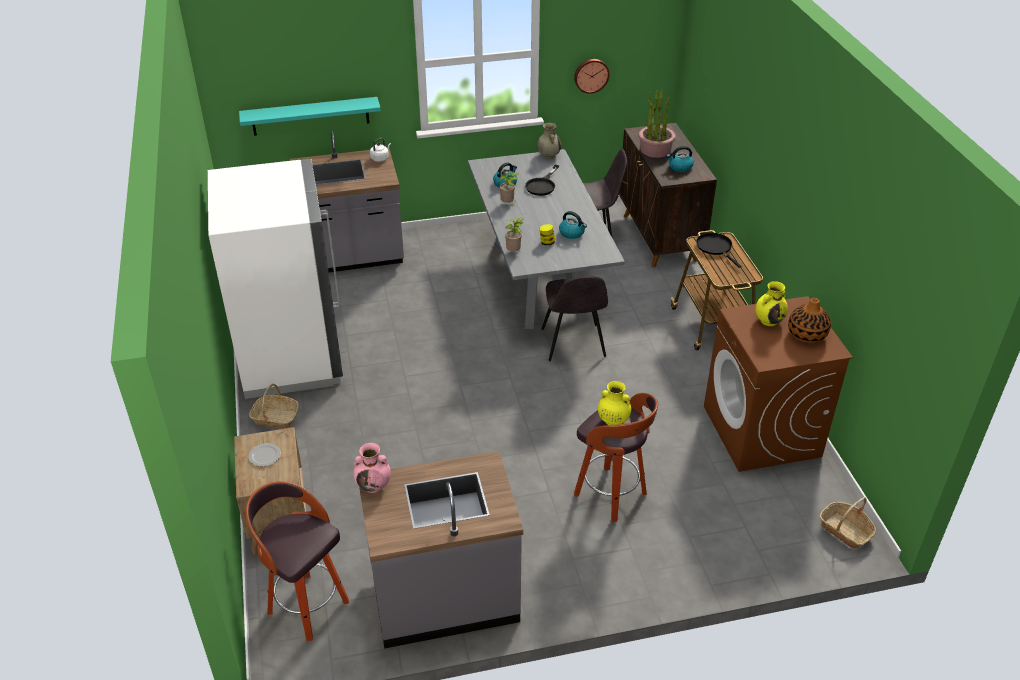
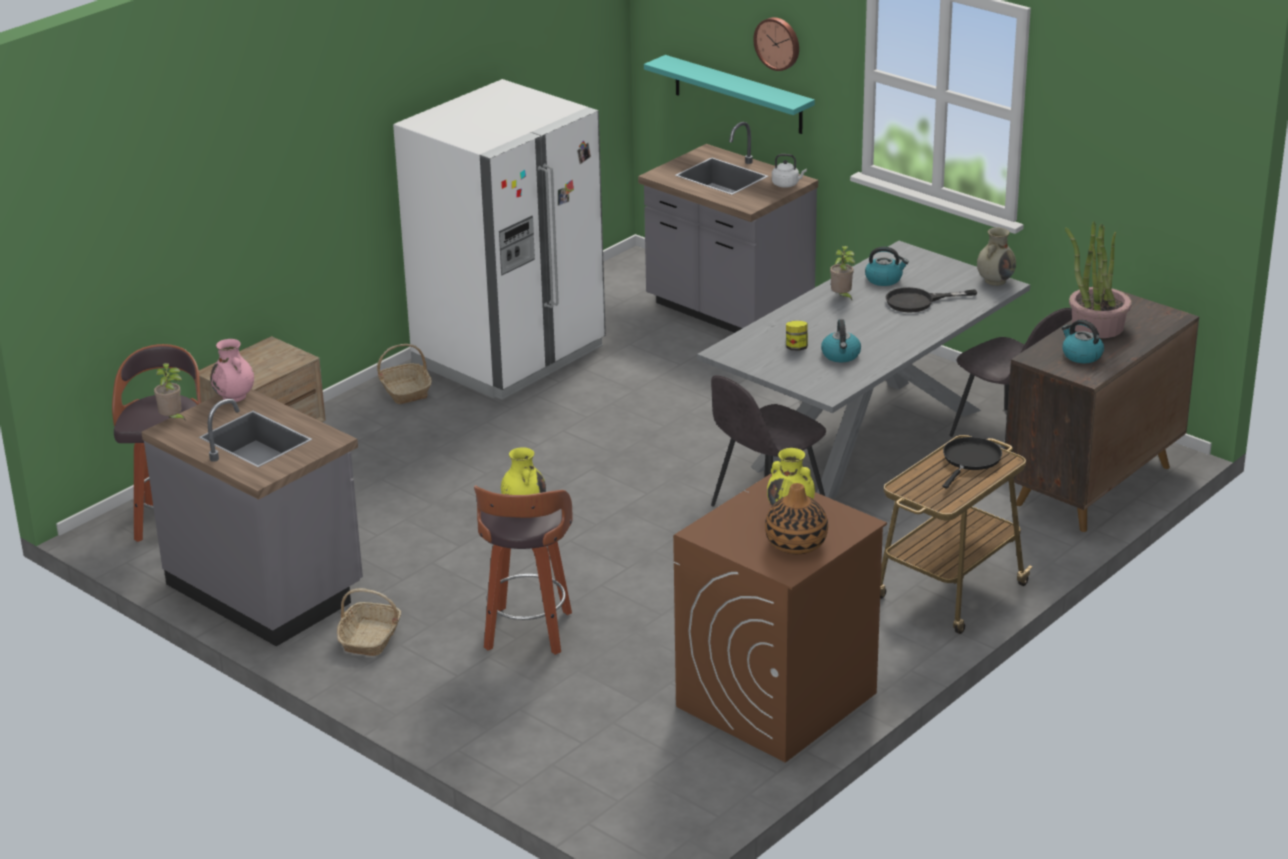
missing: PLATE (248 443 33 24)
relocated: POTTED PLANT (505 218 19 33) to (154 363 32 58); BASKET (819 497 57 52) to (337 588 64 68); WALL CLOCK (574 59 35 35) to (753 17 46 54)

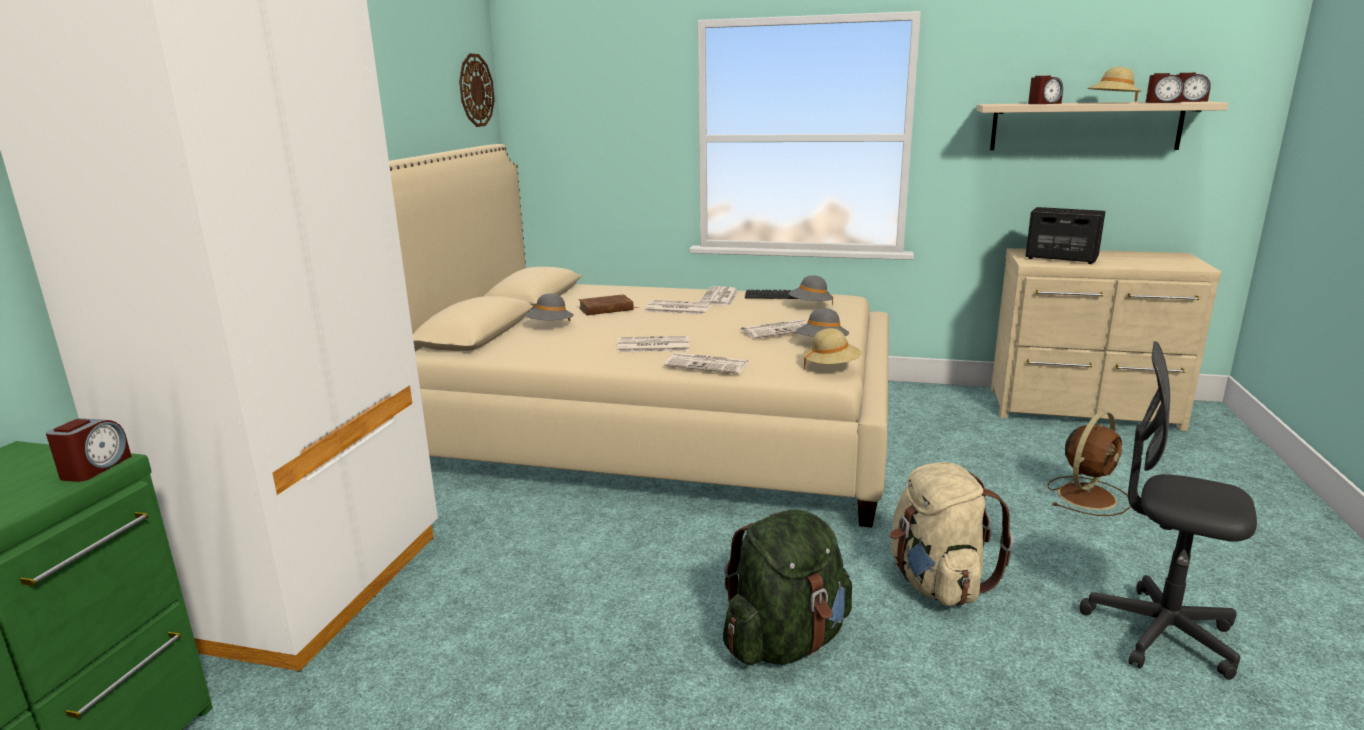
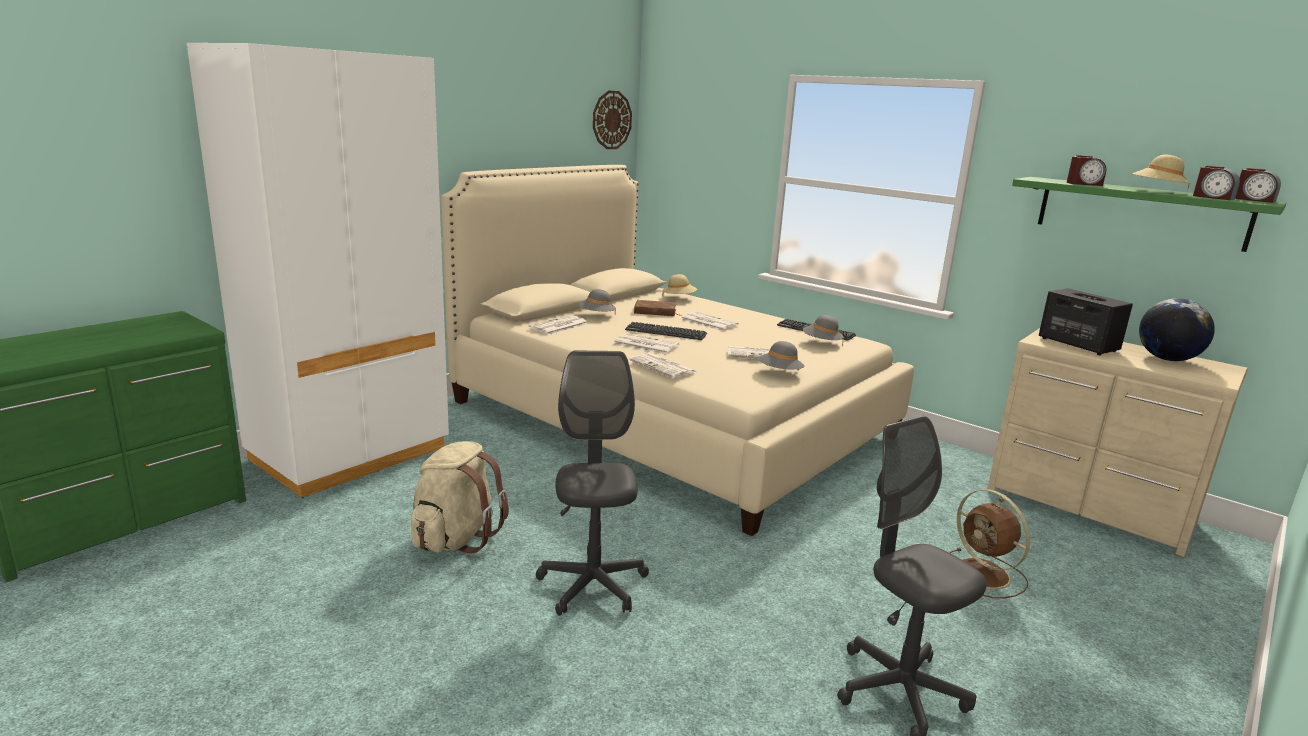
missing: ALARM CLOCK (46 419 86 63)
appeared: KEYBOARD (625 322 82 18); GLOBE (1139 298 76 63)
relocated: BEIGE BACKPACK (890 462 124 144) to (411 441 98 113); NEWSPAPER (700 286 39 20) to (528 315 60 20); BEIGE HAT (803 328 59 42) to (662 274 35 23)
exchanged: GREEN BACKPACK (723 509 129 156) to GREY OFFICE CHAIR (536 350 113 266)
colour: BEIGE SHELF (977 101 251 49) to GREEN SHELF (1012 177 274 75)
spun: BROWN FAN (1048 411 83 105) = (949 489 81 109) 75 degrees clockwise

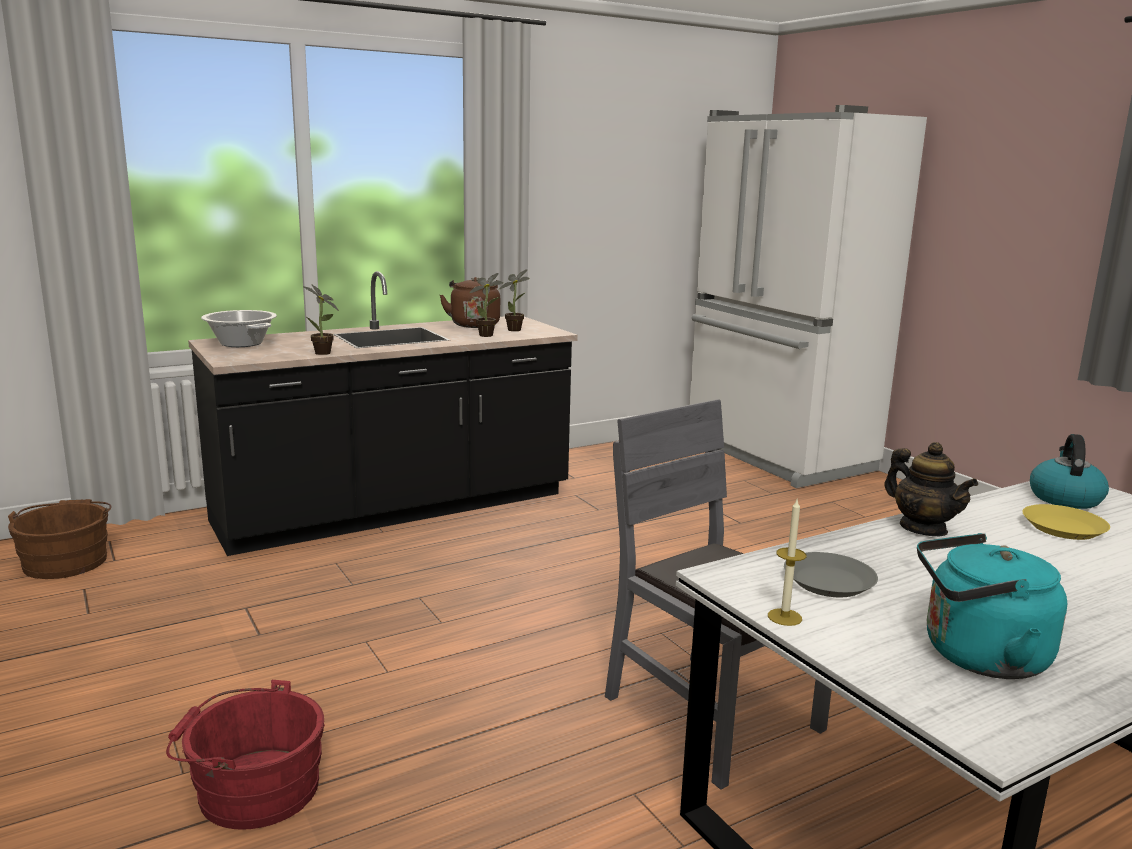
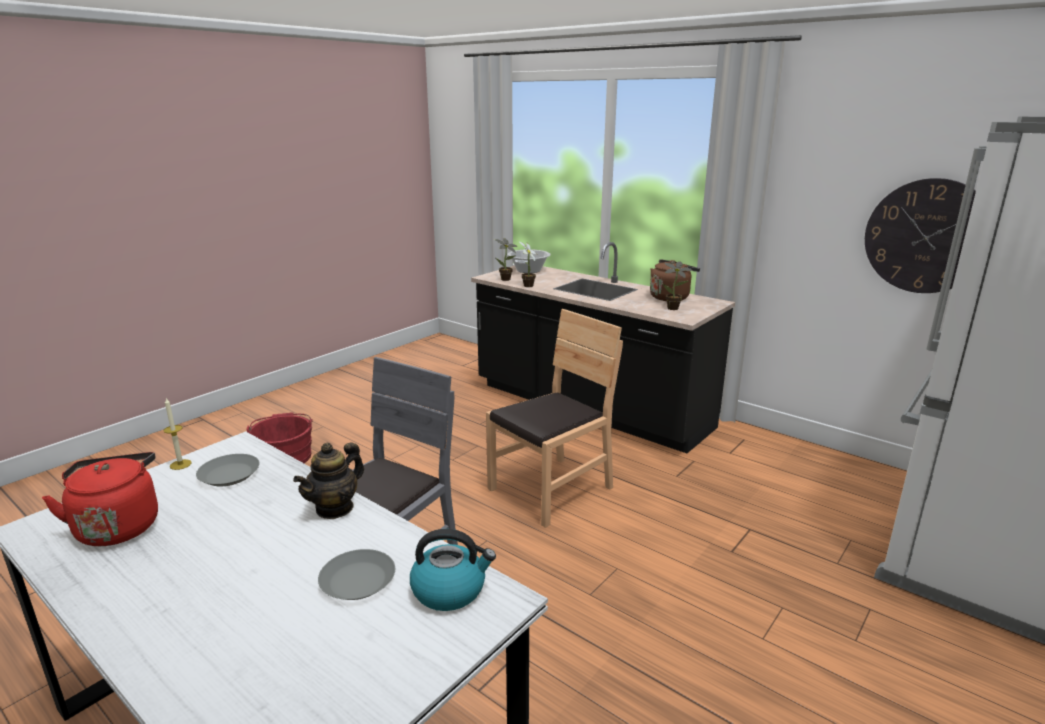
missing: BROWN BUCKET (8 499 103 80)
appeared: BROWN CHAIR (486 309 137 219); WALL CLOCK (865 178 111 115)
relocated: POTTED PLANT (469 273 34 64) to (494 238 23 43)
colour: TURQUOISE KETTLE (917 533 150 146) to RED KETTLE (42 452 116 94); YELLOW PLATE (1022 504 88 36) to GREY PLATE (318 549 77 51)

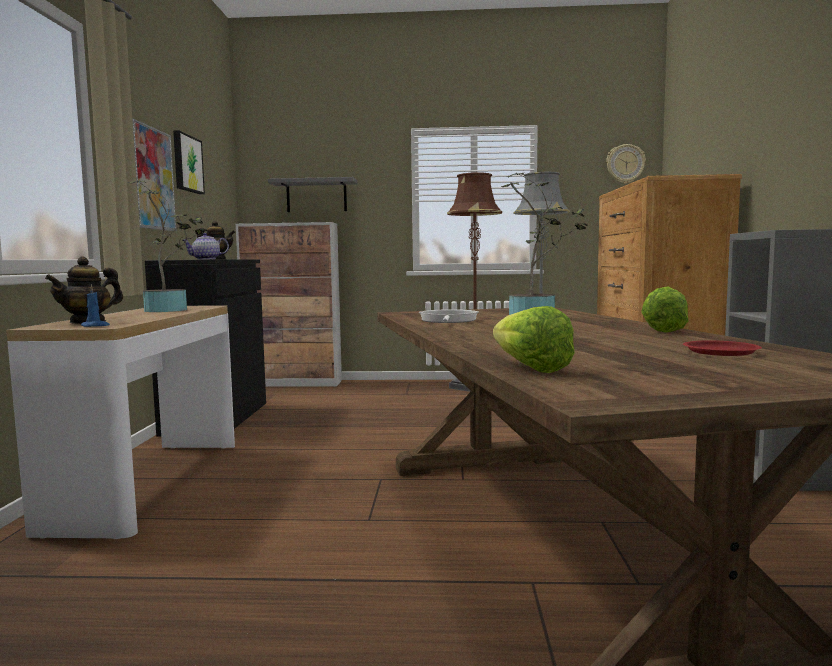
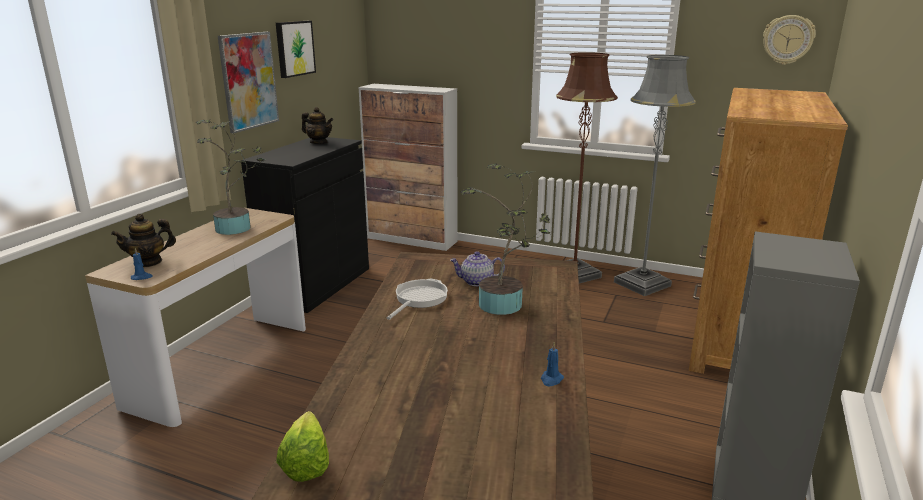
missing: GREY SHELF (268 177 89 35); RED PLATE (683 340 79 16)
relocated: TEAPOT (182 233 47 26) to (450 251 55 35)
exchanged: LETTUCE (641 287 47 46) to BLUE CANDLE (541 342 23 44)

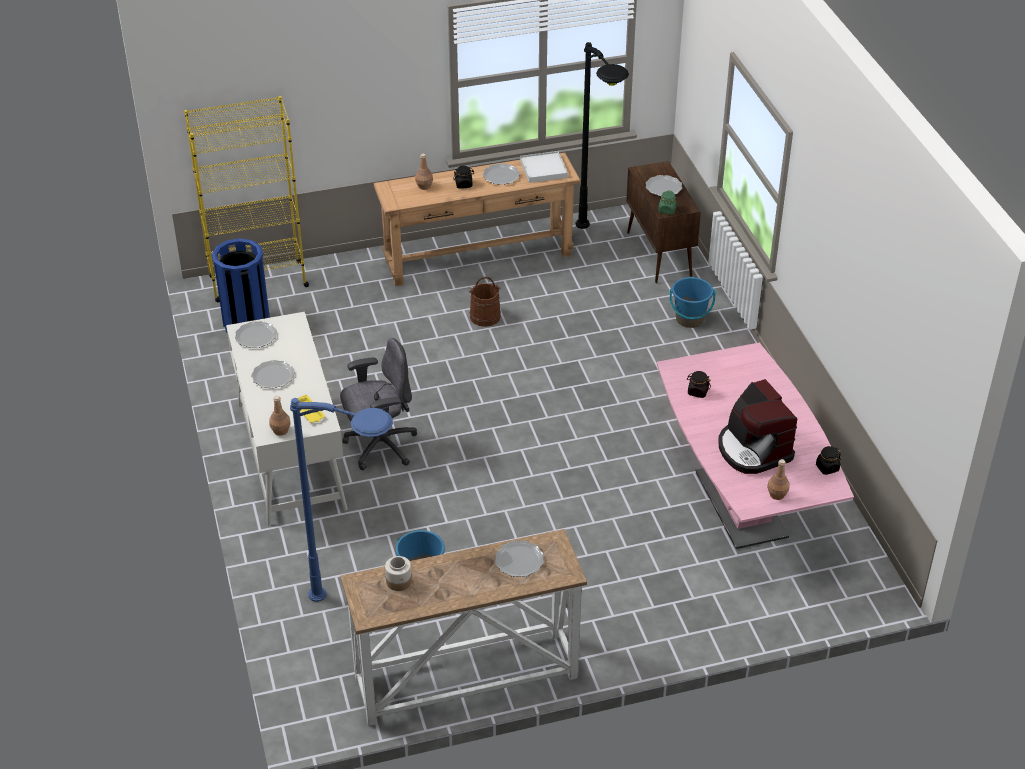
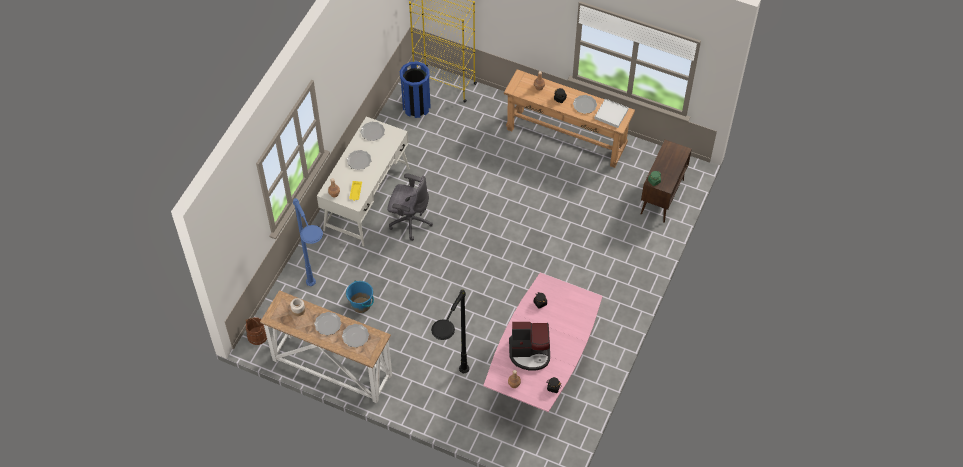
missing: BLUE BUCKET (670 277 45 51)
relocated: BROWN BUCKET (469 277 32 50) to (246 317 21 28); PLATE (646 175 36 21) to (314 312 27 23); BLACK FLOOR LAMP (576 42 53 187) to (431 290 38 83)
spun: COFFEE MACHINE (718 379 79 95) = (509 322 41 49) 105 degrees counterclockwise

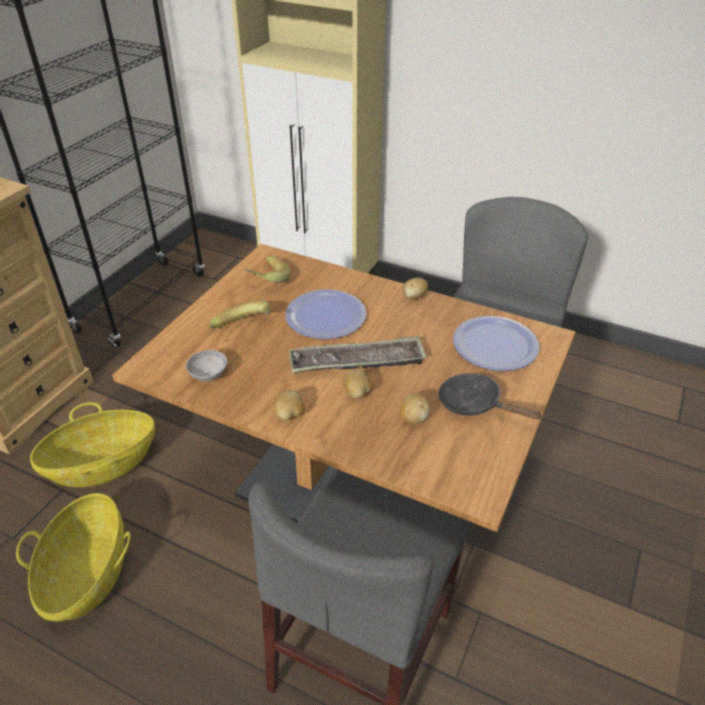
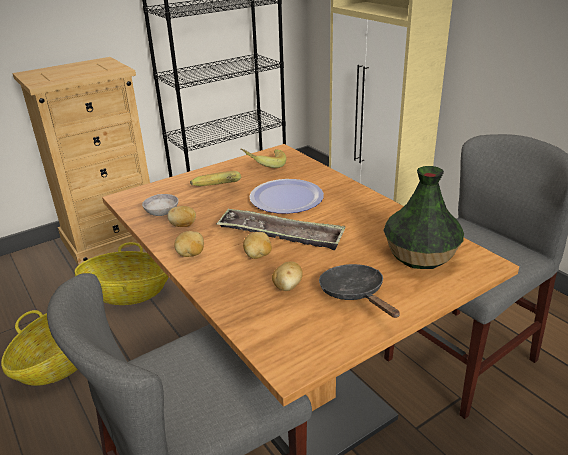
relocated: POTATO (403 278 25 21) to (168 206 28 21)
exchanged: PLATE (453 316 87 55) to VASE (383 166 81 103)

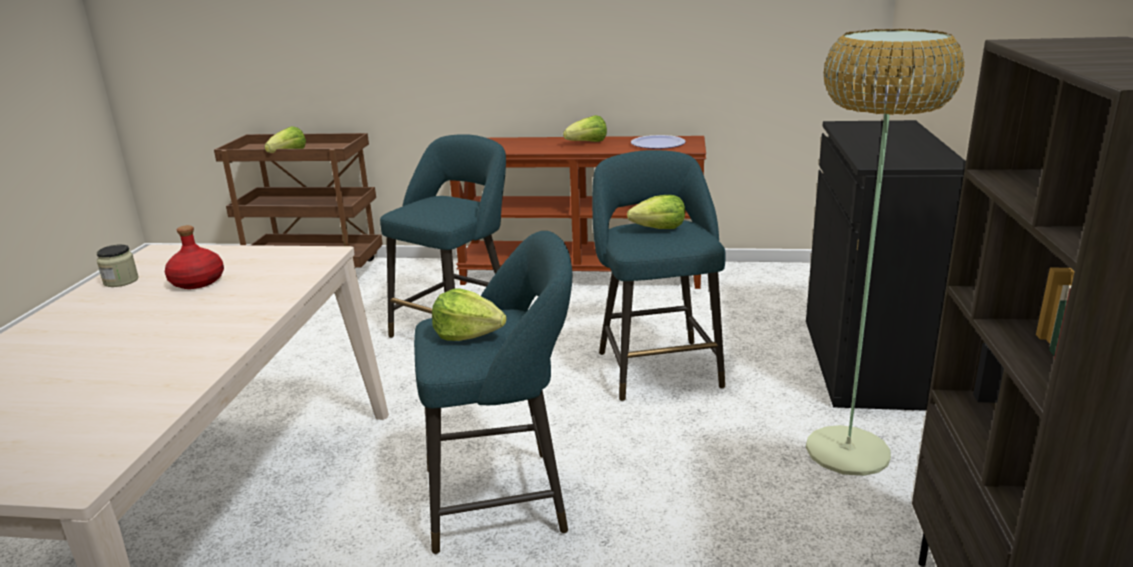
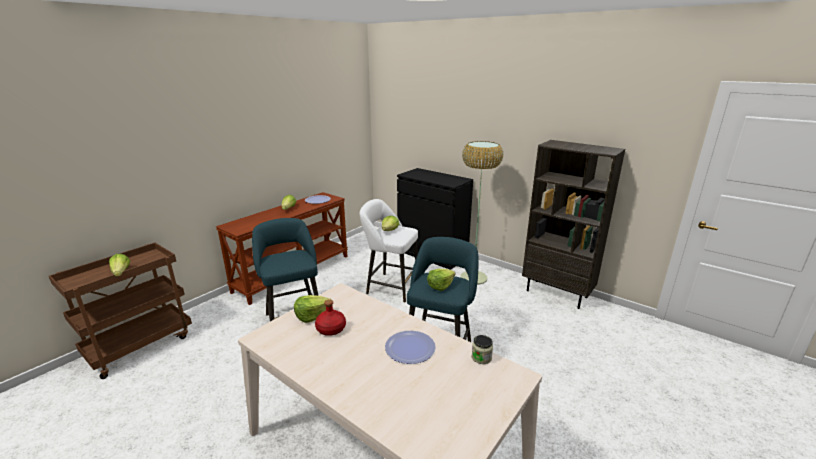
appeared: LETTUCE (294 295 37 28); PLATE (385 331 51 33)
relocated: JAR (97 244 42 43) to (472 335 21 29)
colour: TURQUOISE STOOL (592 150 134 251) to WHITE STOOL (359 199 59 104)

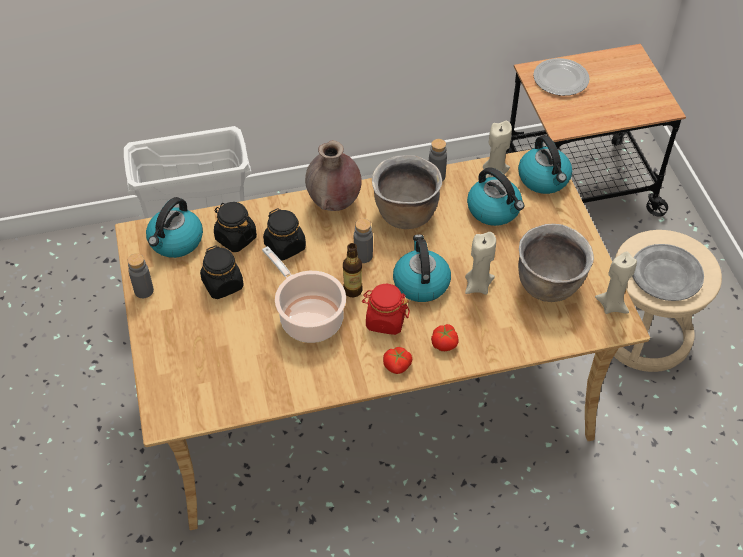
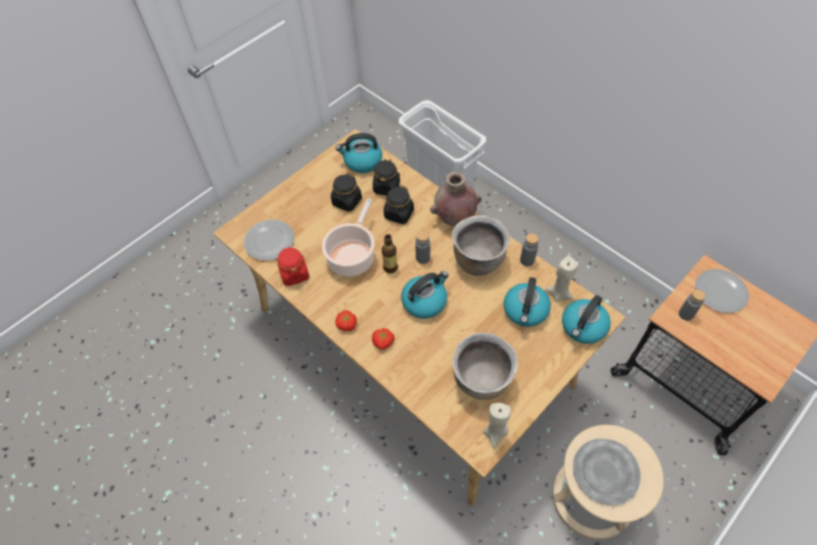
missing: BEIGE CANDLE (465 232 31 63)
appeared: PLATE (244 220 50 41)
relocated: RED JAR (362 283 48 52) to (277 247 32 39); GREY BOTTLE (128 253 26 45) to (679 290 26 31)

